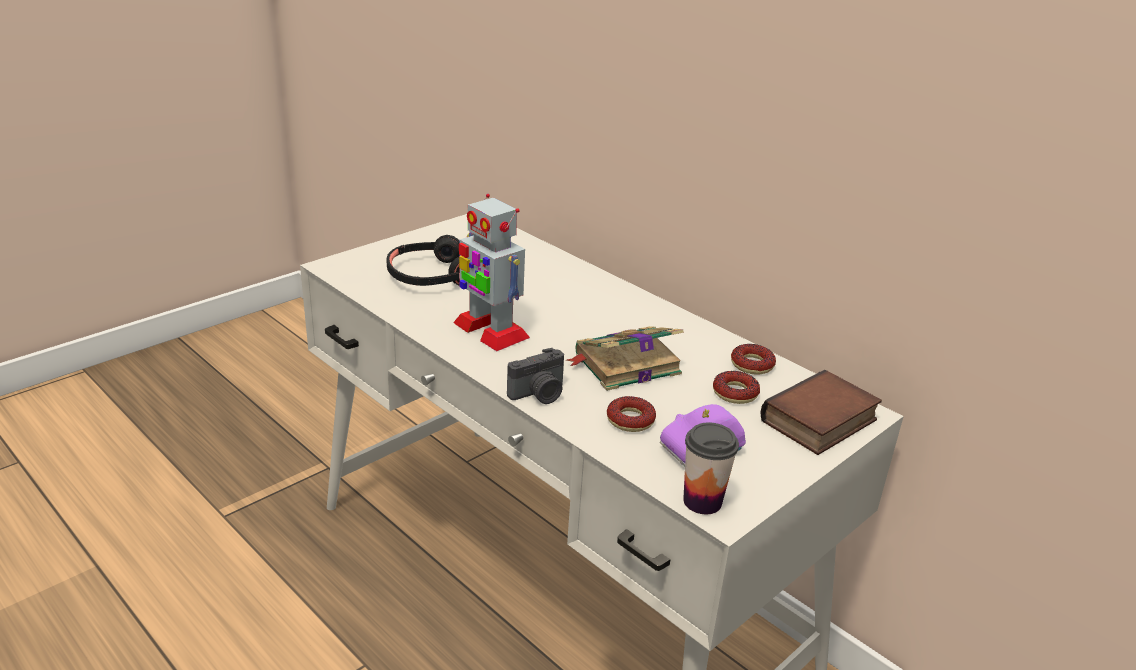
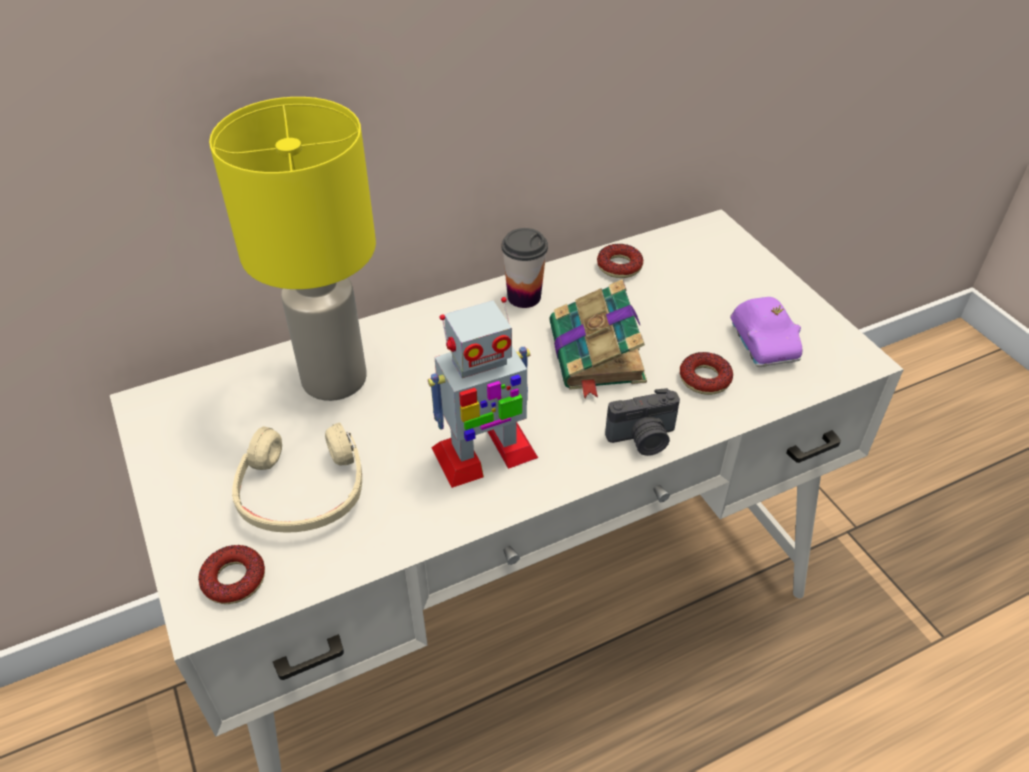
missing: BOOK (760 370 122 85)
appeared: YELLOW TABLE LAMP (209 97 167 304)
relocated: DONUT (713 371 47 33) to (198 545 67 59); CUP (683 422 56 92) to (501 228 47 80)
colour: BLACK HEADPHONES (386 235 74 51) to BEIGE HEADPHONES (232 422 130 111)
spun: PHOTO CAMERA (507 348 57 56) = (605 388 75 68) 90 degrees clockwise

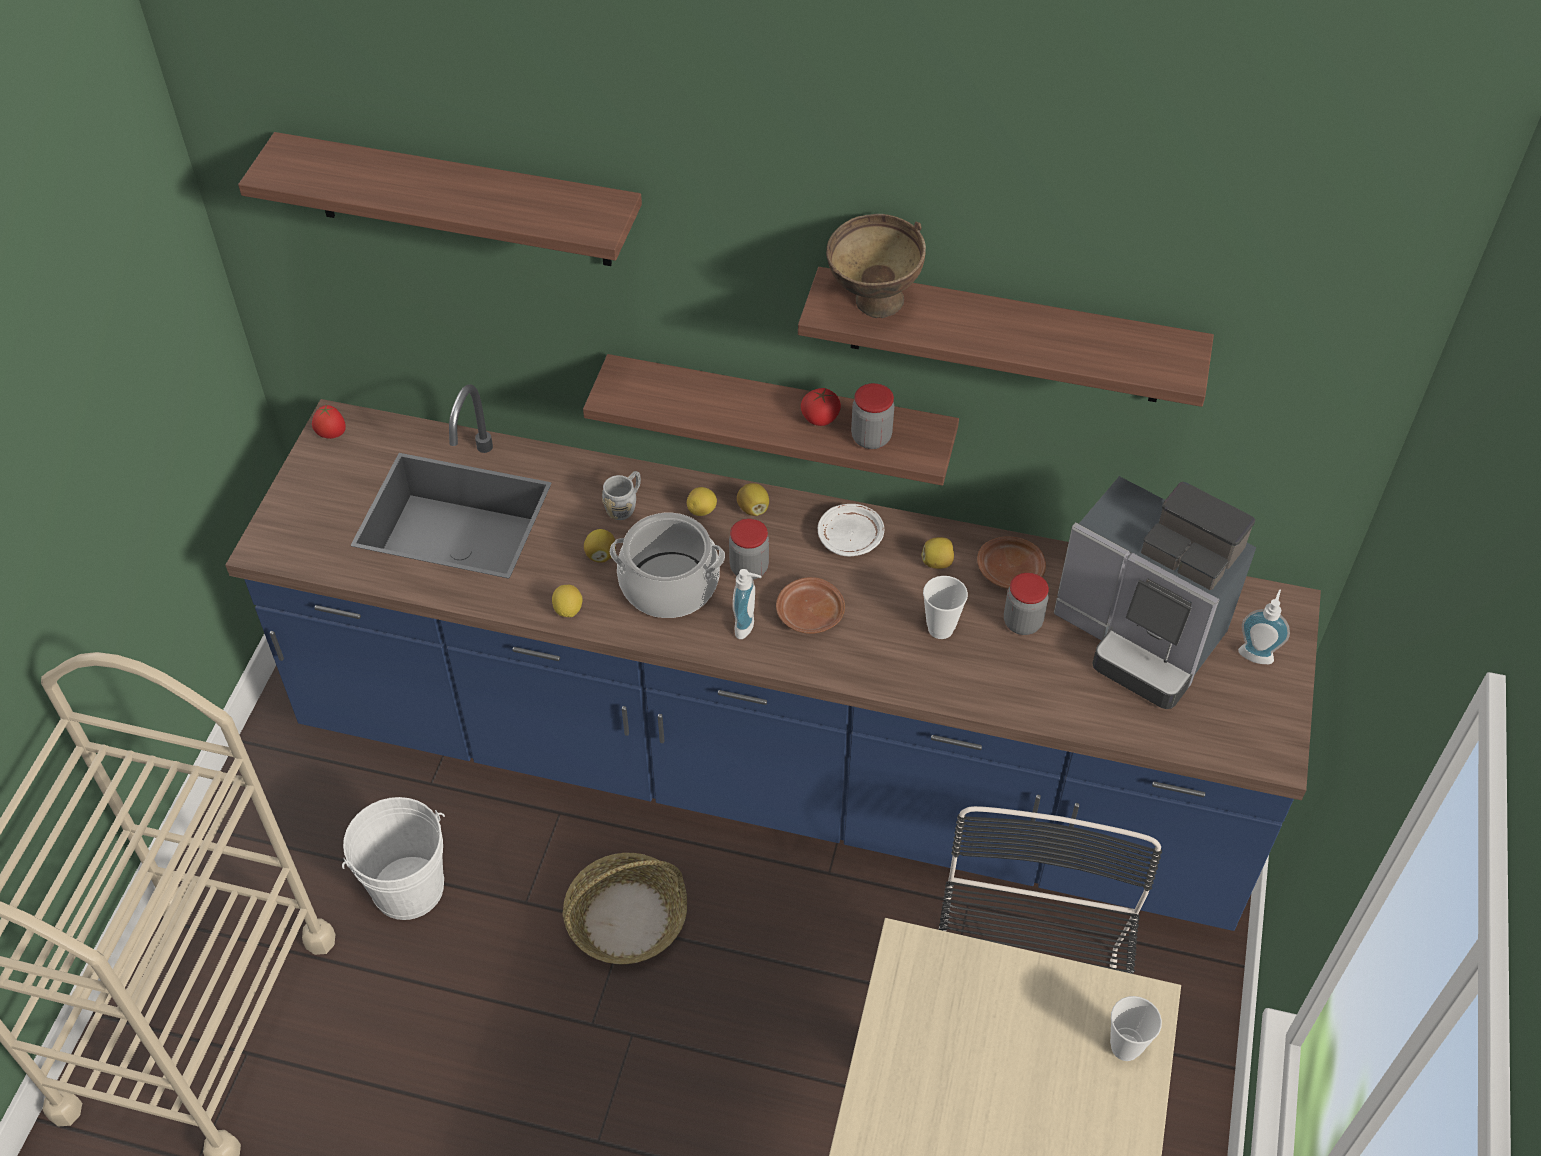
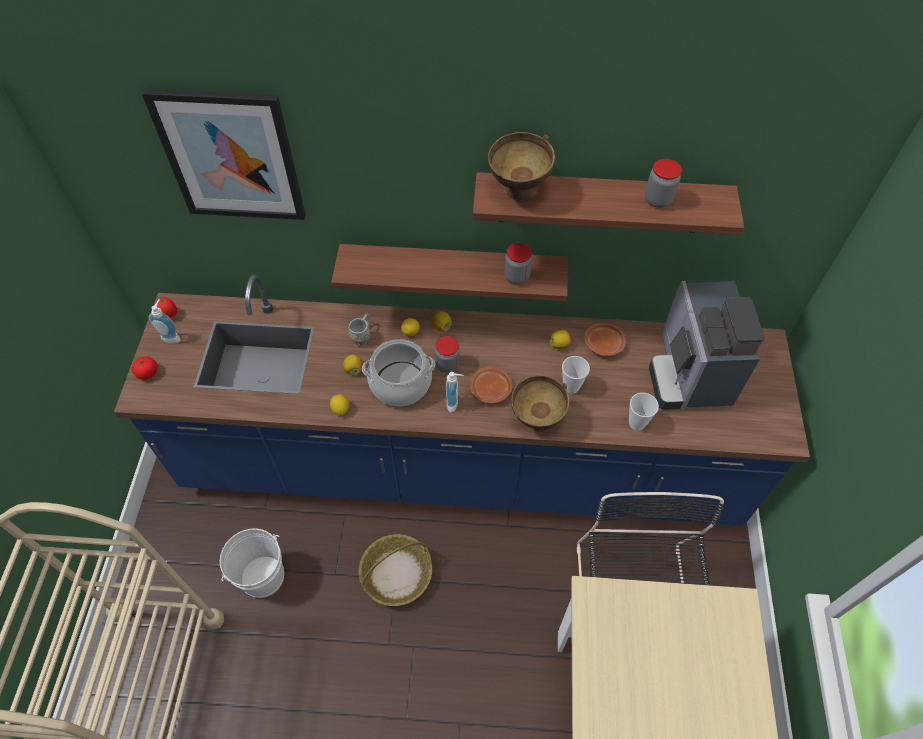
missing: WHITE PLATE (818 504 66 52)
appeared: BROWN BOWL (511 375 58 57)
relocated: TOMATO (801 388 40 38) to (132 356 26 24); SOAP DISPENSER (1238 589 52 75) to (149 299 32 44); CUP (1110 996 52 65) to (629 393 30 38); JAR (1004 573 45 62) to (645 159 37 49)
exchanged: SHELF (238 132 404 134) to PICTURE (142 89 164 131)
spun: COFFEE MACHINE (1054 476 202 233) = (649 281 116 129) 60 degrees clockwise

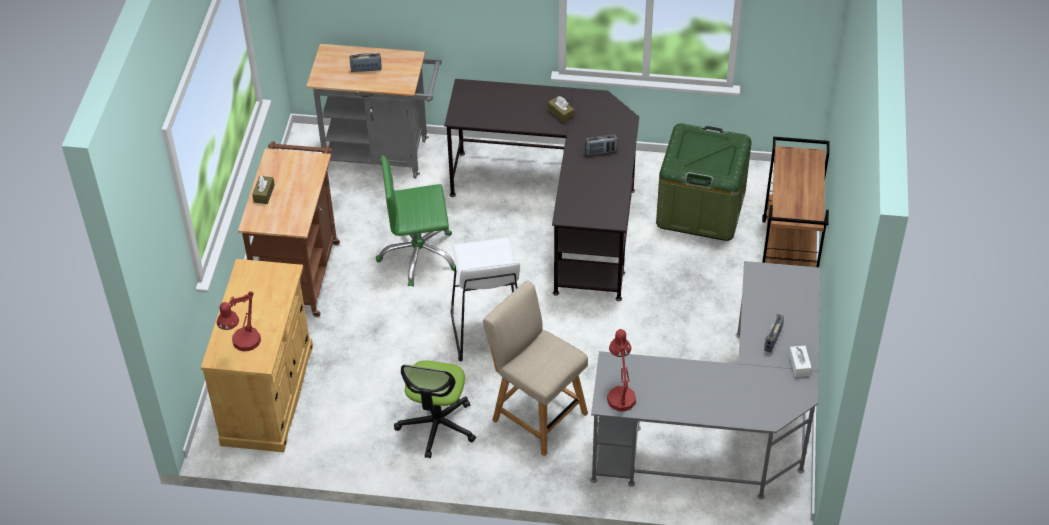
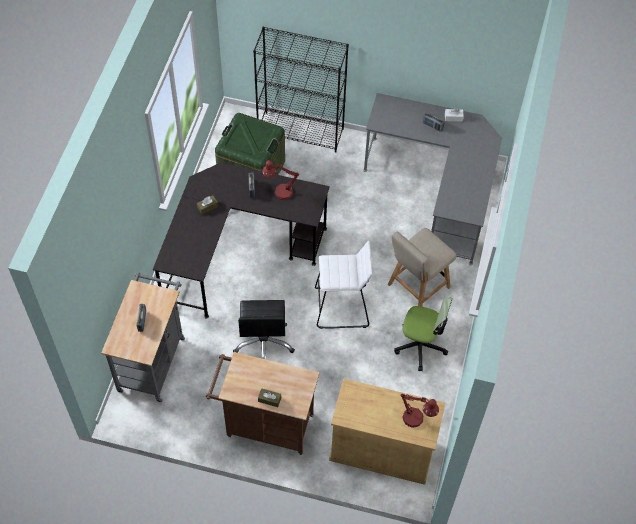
relocated: RED TABLE LAMP (607 329 29 83) to (262 160 37 40)
exchanged: BROWN CART (762 136 68 131) to BLACK BOOKCASE (253 27 96 126)
colour: GREEN OFFICE CHAIR (376 155 79 132) to BLACK OFFICE CHAIR (233 300 62 59)

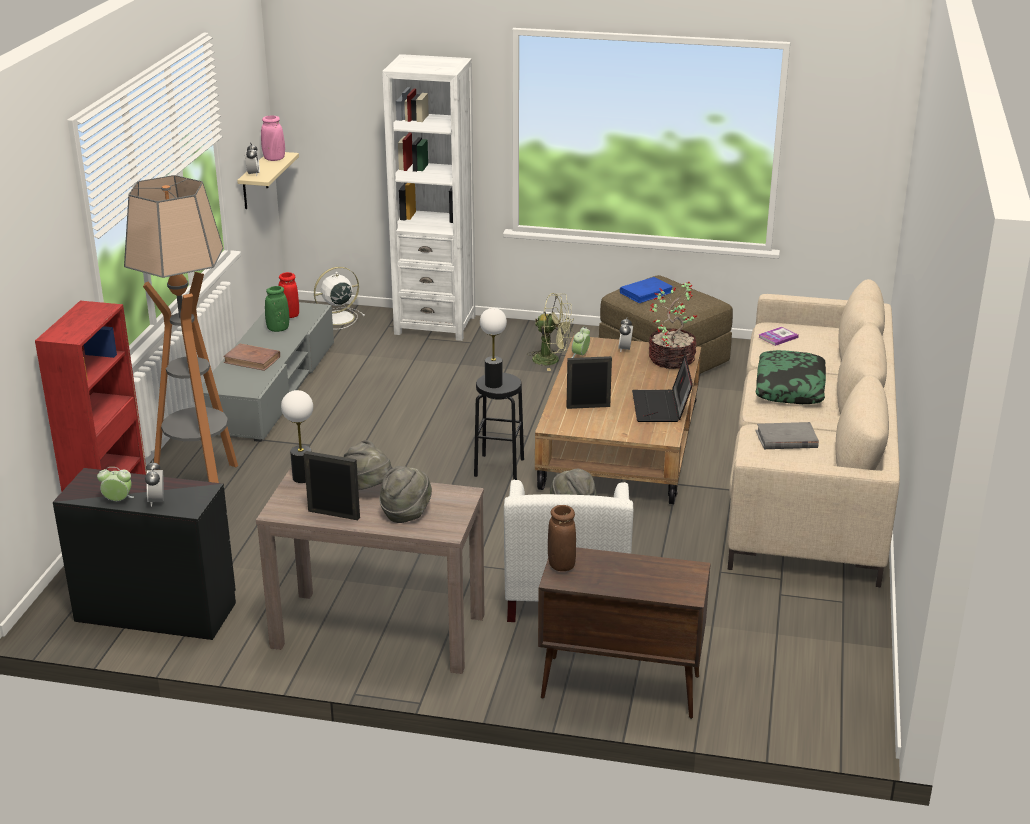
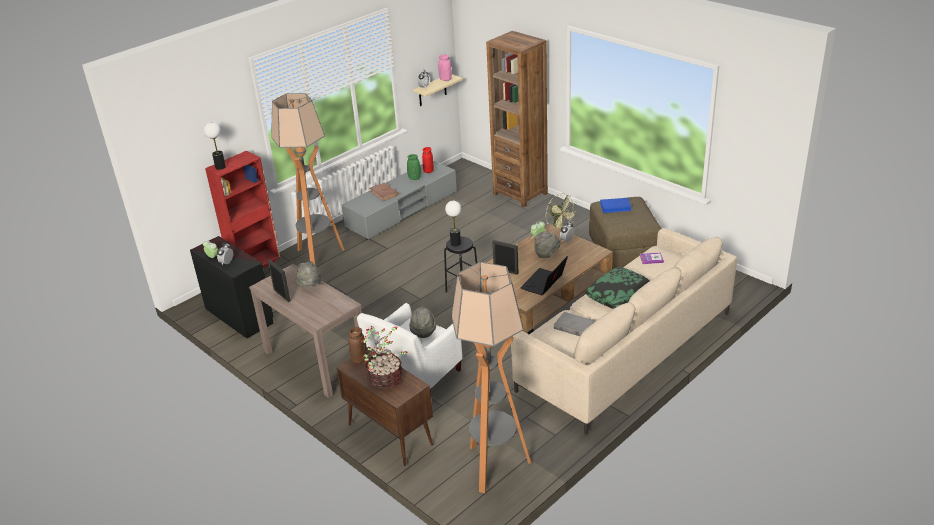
missing: WHITE FAN (314 267 51 63)
appeared: FLOOR LAMP (451 262 80 231)
relocated: TABLE LAMP (281 390 32 93) to (204 122 22 48); POTTED PLANT (649 282 48 87) to (361 326 47 63); GREY HAT (379 466 53 57) to (534 231 26 27)
colour: WHITE BOOKCASE (382 54 94 287) to BROWN BOOKCASE (486 31 62 176)

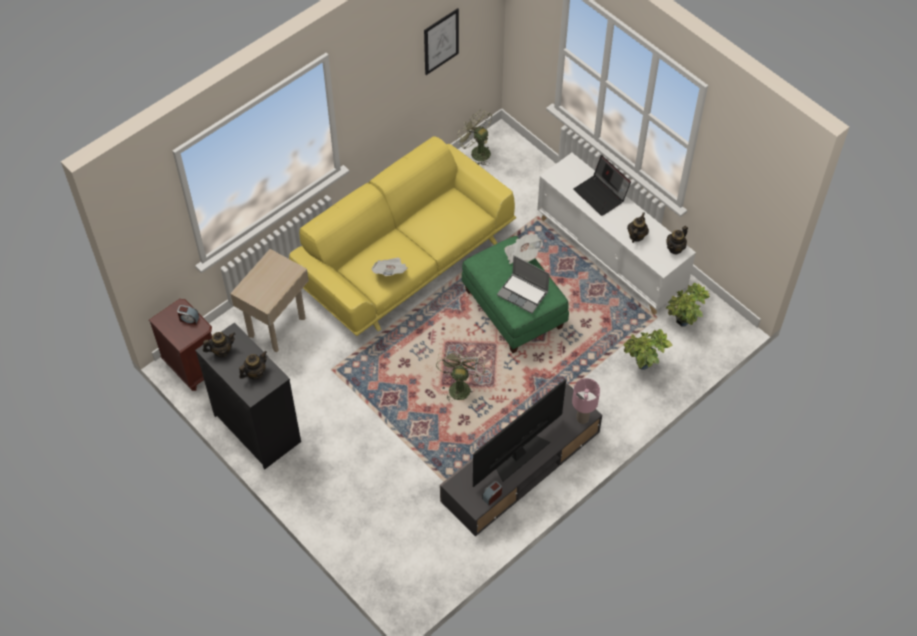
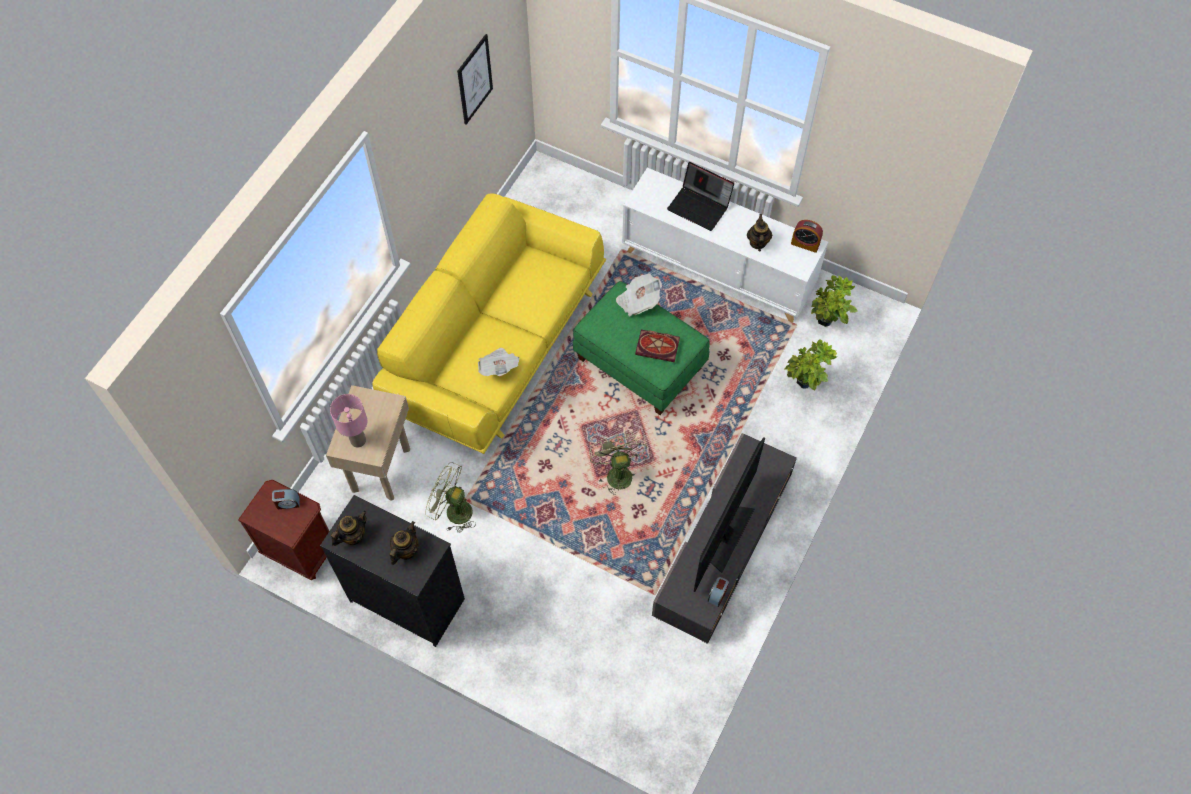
relocated: PINK TABLE LAMP (572 378 28 46) to (330 394 37 54); GREEN FAN (456 109 36 57) to (425 462 51 71)
exchanged: LAPTOP (497 256 53 58) to BOOK (635 330 45 32); TEAPOT (666 226 22 29) to ALARM CLOCK (791 220 32 33)

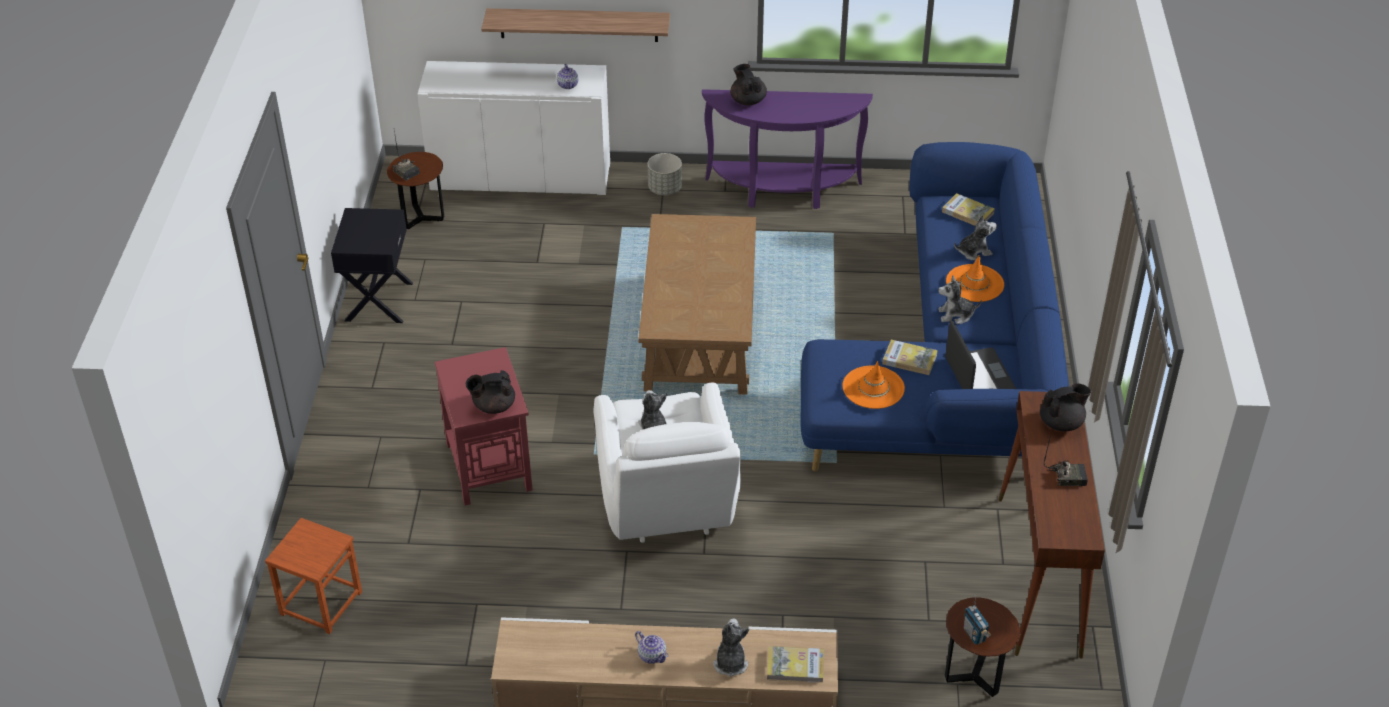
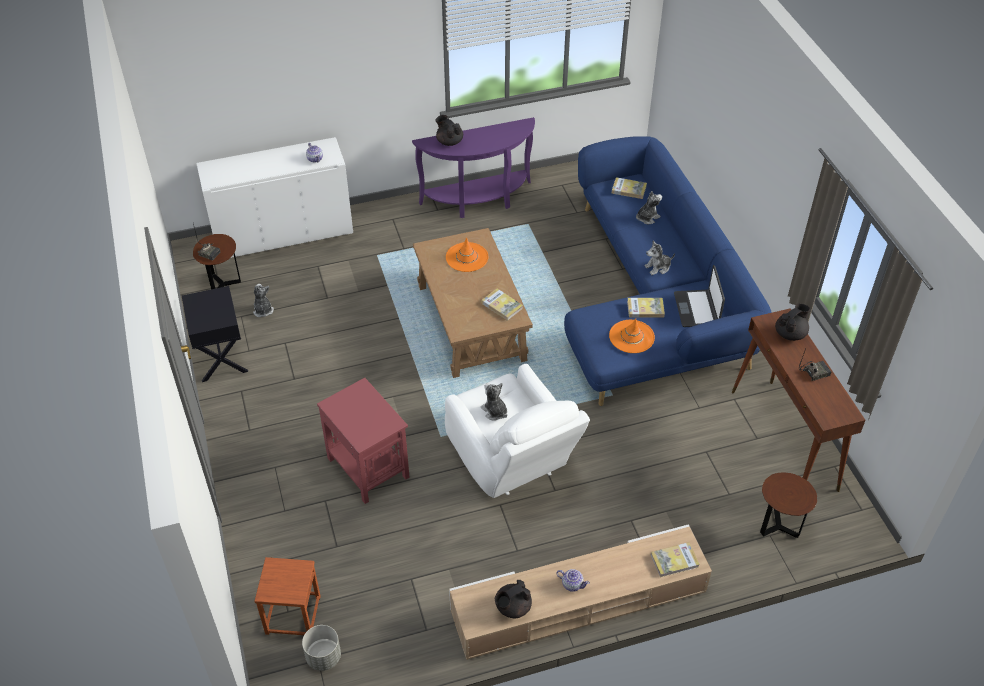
missing: SHELF (481 8 189 34); RADIO (964 596 27 49)
appeared: BOOK (482 289 41 32)
relocated: PLUSH TOY (713 619 36 58) to (253 284 21 33); GREY PLANTER (648 153 34 42) to (302 625 39 46); ORANGE HAT (946 255 58 47) to (446 237 42 35); BLACK TEAPOT (466 370 49 44) to (495 580 37 38)
spun: LAPTOP (945 320 71 69) = (674 265 51 62) 150 degrees counterclockwise

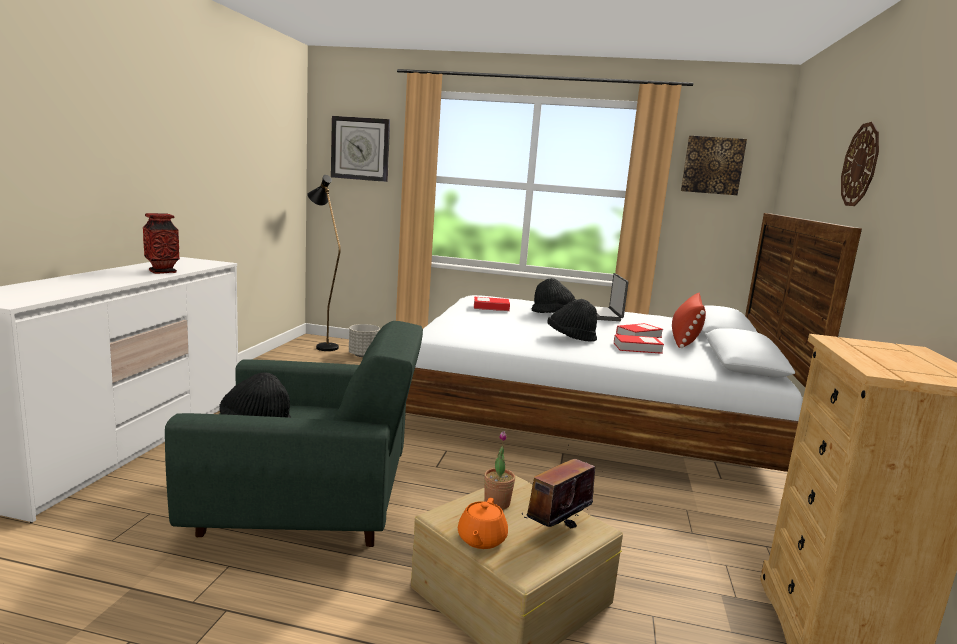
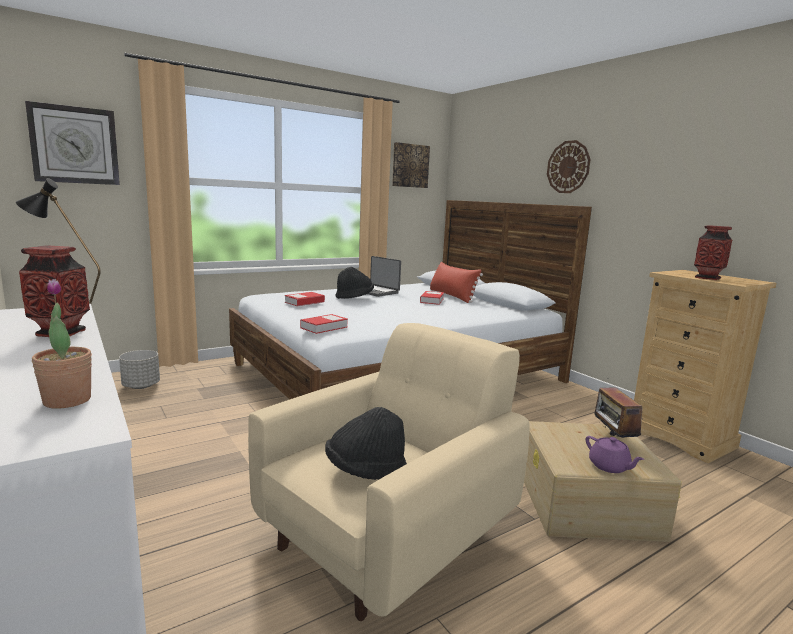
missing: BLACK HAT (547 299 50 43)
appeared: VASE (694 225 38 55)
relocated: POTTED PLANT (484 431 31 79) to (32 279 60 130); BOOK (614 334 50 20) to (300 314 48 20)
colour: GREEN ARMCHAIR (165 321 258 226) to BEIGE ARMCHAIR (248 323 282 298); ORANGE TEAPOT (458 498 50 51) to PURPLE TEAPOT (586 436 58 37)

